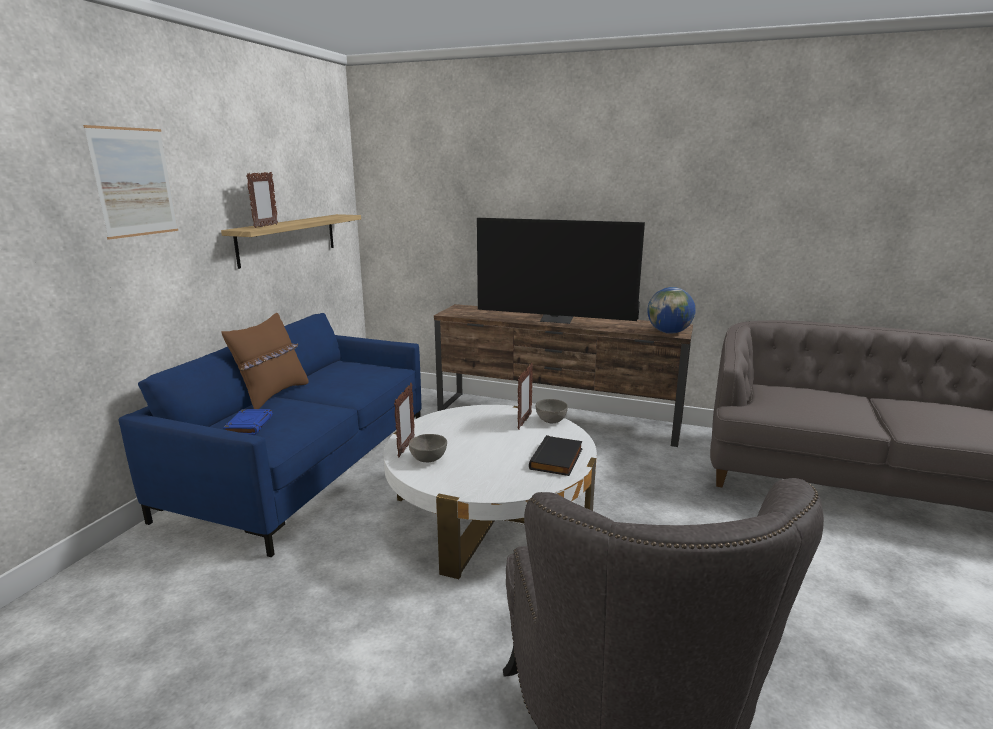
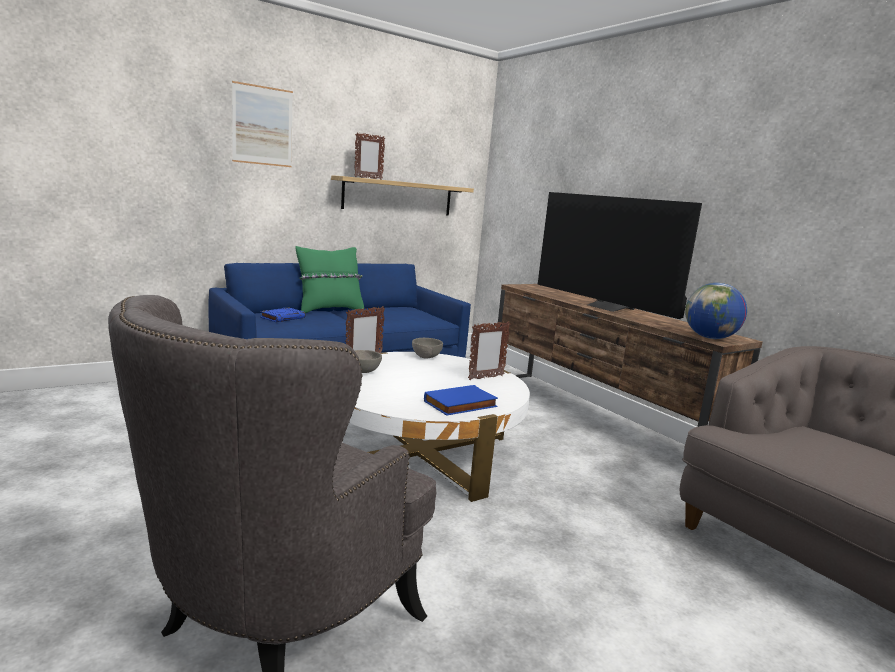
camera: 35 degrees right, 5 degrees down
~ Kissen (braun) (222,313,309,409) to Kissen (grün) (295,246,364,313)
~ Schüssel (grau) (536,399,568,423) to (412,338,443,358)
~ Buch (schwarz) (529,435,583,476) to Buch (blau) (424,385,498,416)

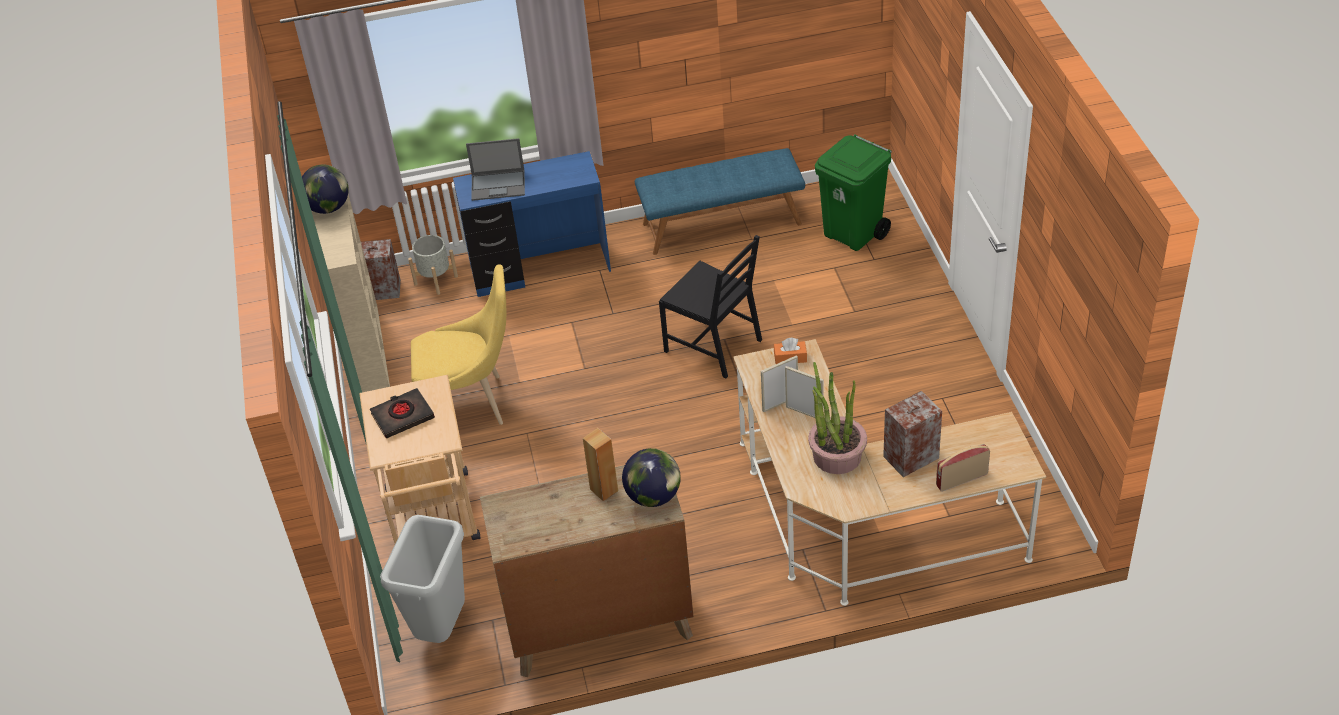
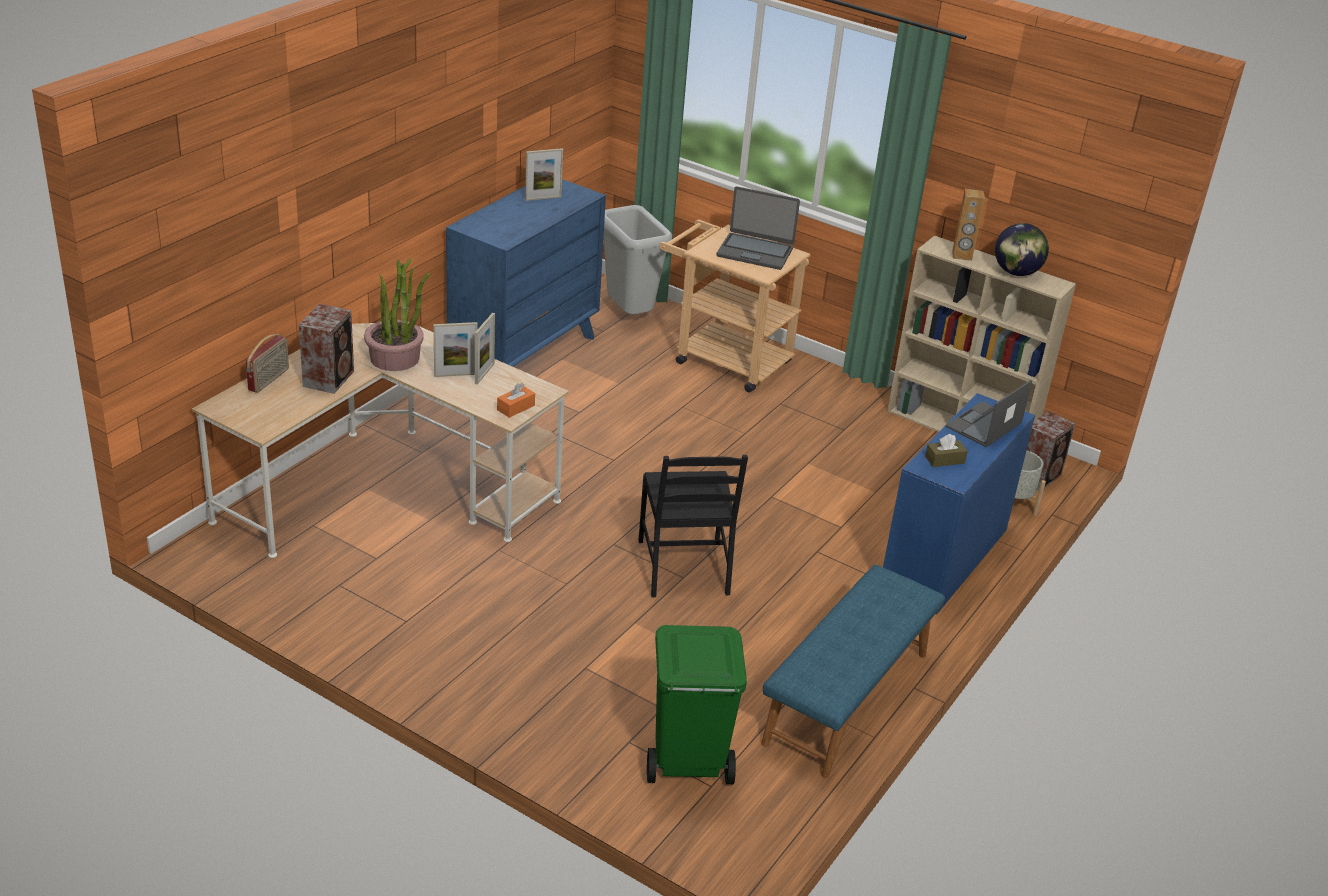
camera: 130 degrees right, 10 degrees down
~ Stuhl (schwarz) (659,235,762,378) = (638,455,748,597) 90 degrees counterclockwise
- Stuhl (gelb) (411,264,506,425)
~ Buch (schwarz) (370,388,435,438) to Laptop (716,187,800,270)
~ Lautsprecher (braun) (583,428,618,501) to (952,189,985,261)
- Globus (622,448,681,507)
~ Kommode (braun) (480,465,694,677) to Kommode (blau) (446,179,606,367)
+ Bilderrahmen (525,148,563,201)
+ Taschentuchbox (braun) (925,434,968,467)

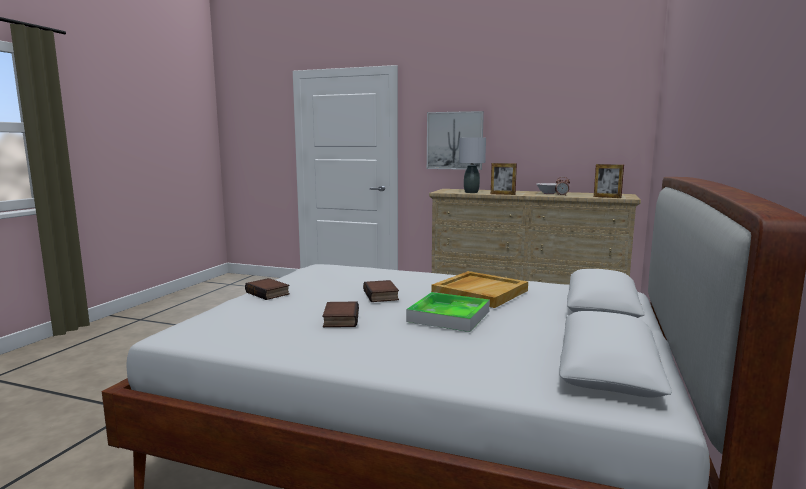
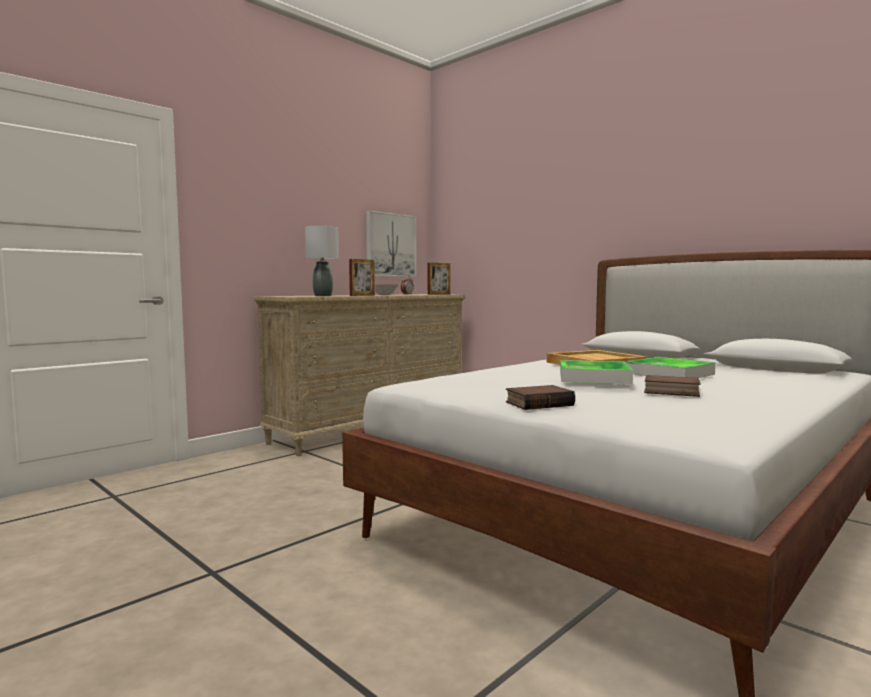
camera: 65 degrees left, 5 degrees down
~ Bild (427,111,484,170) to (366,210,416,277)
~ Buch (363,280,399,302) to Tablett (560,360,633,384)

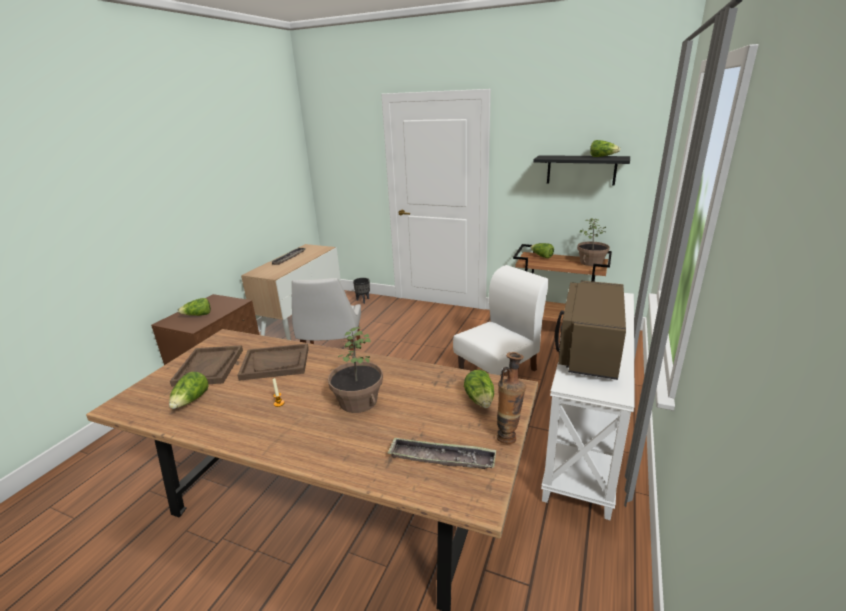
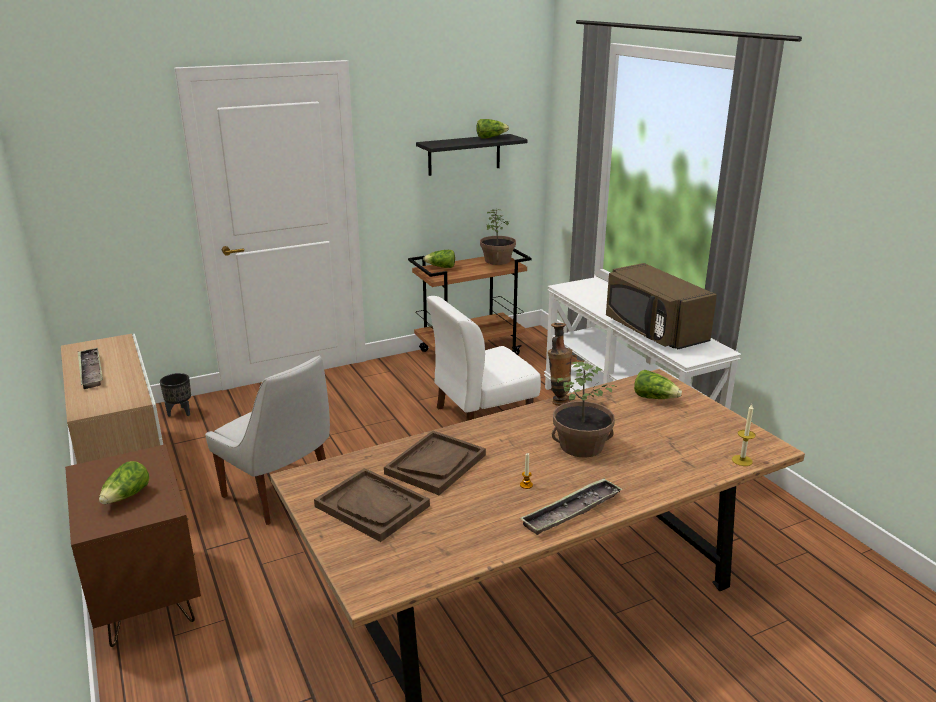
camera: 50 degrees left, 0 degrees up
~ Stuhl (weiß) (453,265,549,375) = (427,296,541,421) 120 degrees counterclockwise
~ Vase (497,352,526,444) to (548,323,572,406)
- Salatkopf (169,372,209,409)
~ Tablett (387,437,496,469) to (520,478,623,535)
+ Kerze (732,404,756,466)

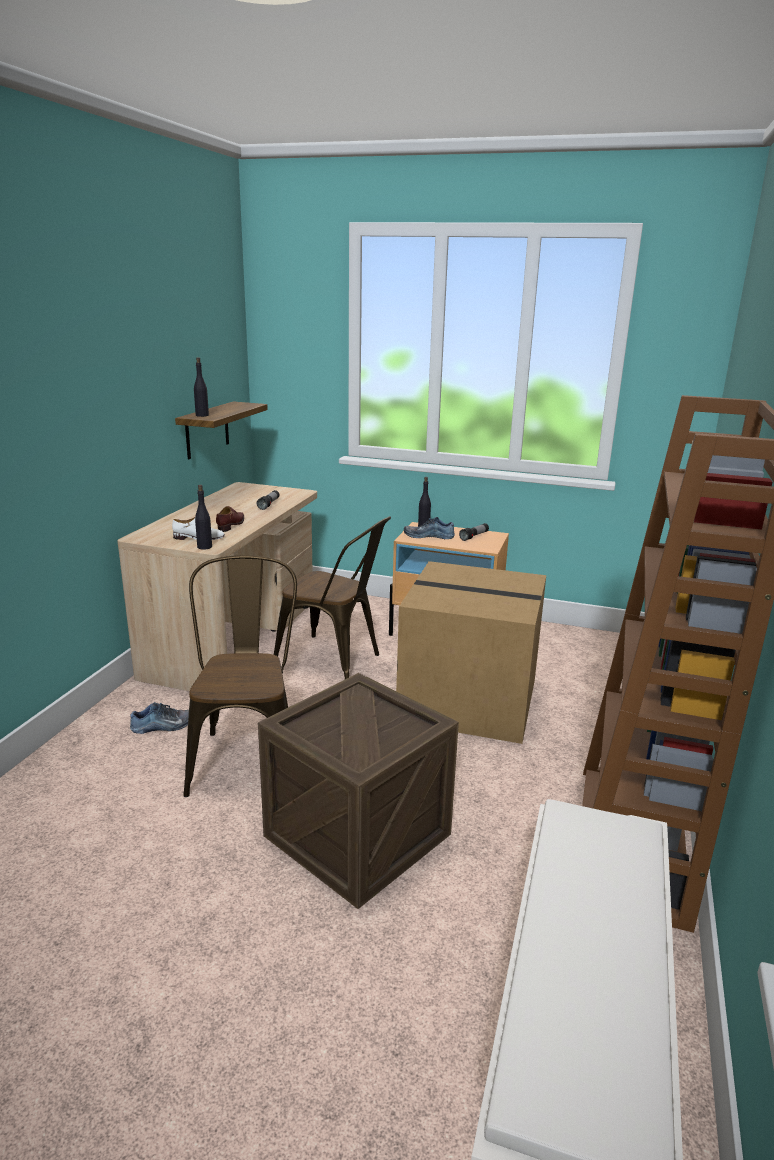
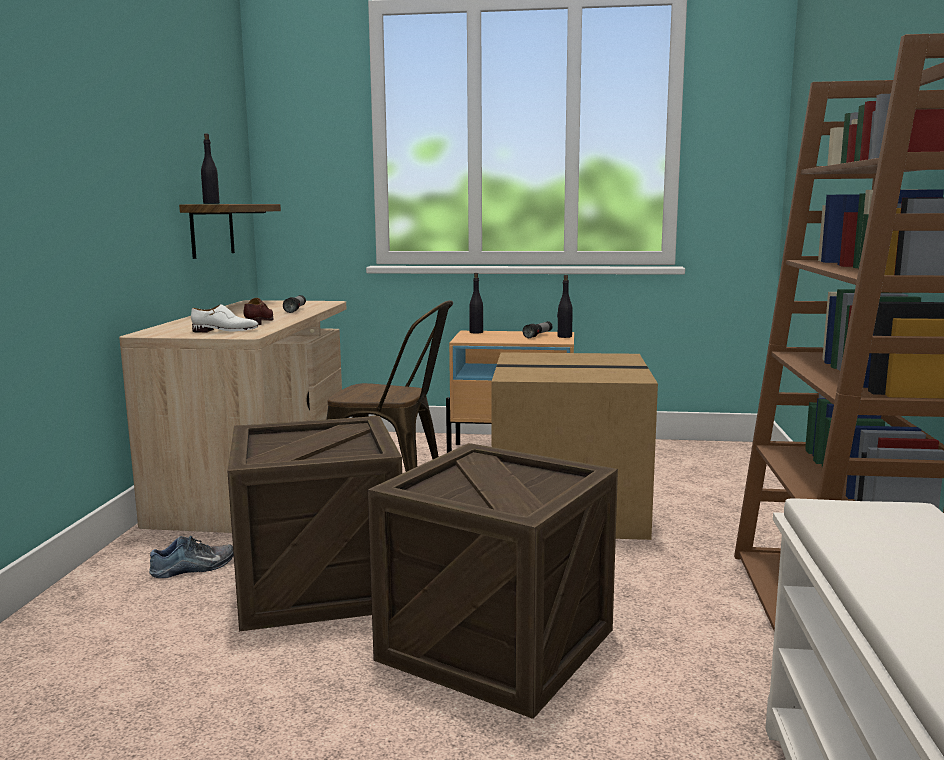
camera: 10 degrees left, 10 degrees down
~ Flasche (schwarz) (195,485,212,550) to (557,275,573,338)
- Schuh (404,517,455,539)
~ Stuhl (braun) (184,555,297,797) to Kiste (228,416,402,631)

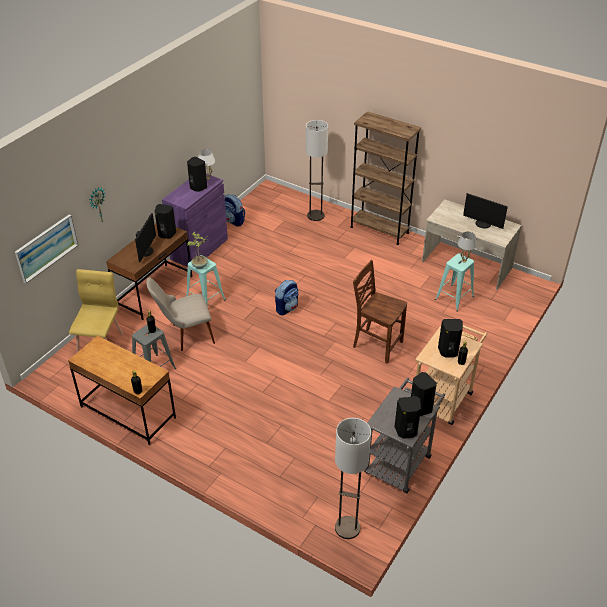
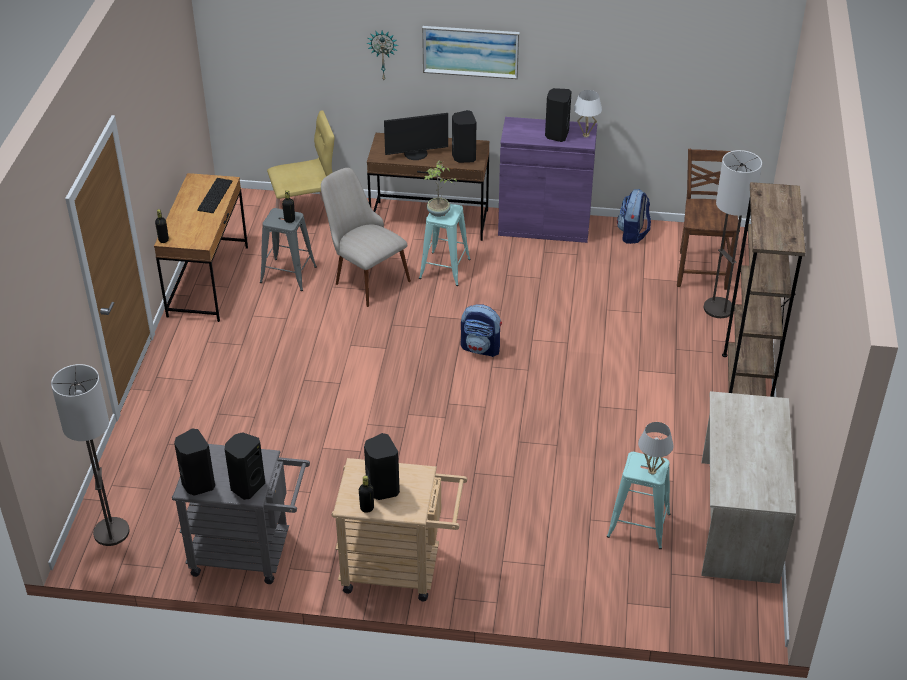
camera: 65 degrees right, 0 degrees up
- Monitor (463,193,508,229)
~ Bild (15,215,78,283) to (422,26,520,79)
~ Stuhl (braun) (353,260,407,364) to (677,149,740,290)
+ Tastatur (197,178,233,213)

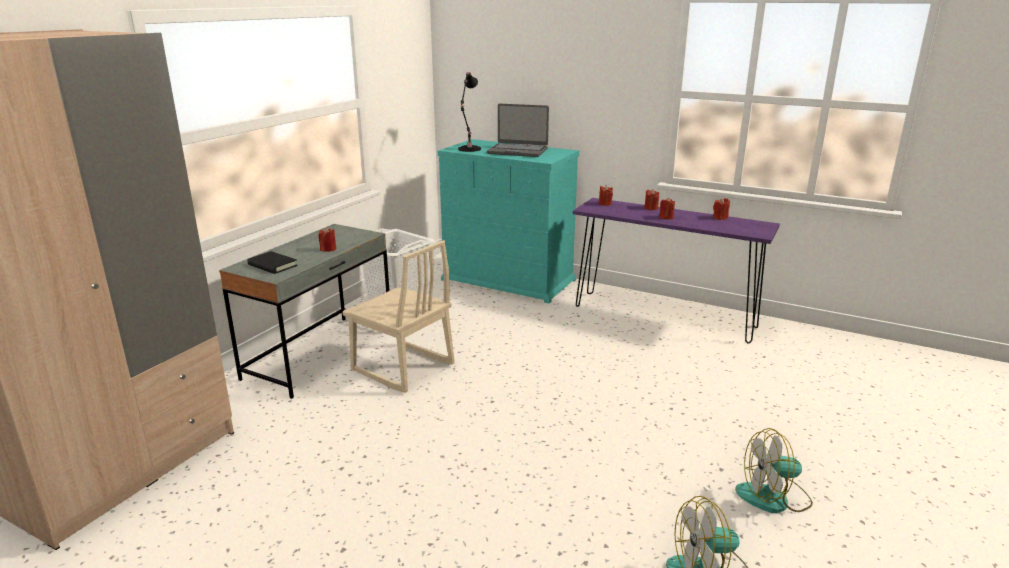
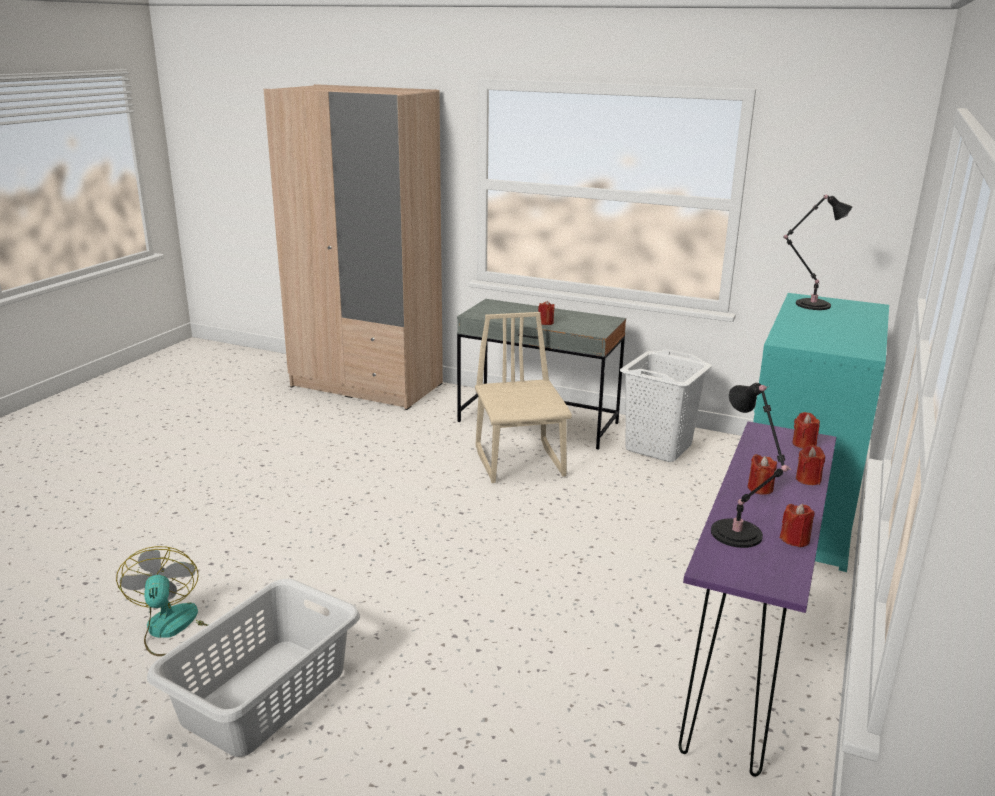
camera: 85 degrees right, 0 degrees up
- Laptop (487,104,549,157)
~ Stuhl (beige) (342,240,455,393) = (475,312,572,483) 135 degrees clockwise
- Buch (schwarz) (247,251,298,274)
~ Ventilator (735,428,813,514) to Wäschekorb (grau) (147,579,360,757)
+ Tischlampe (schwarz) (711,383,792,548)

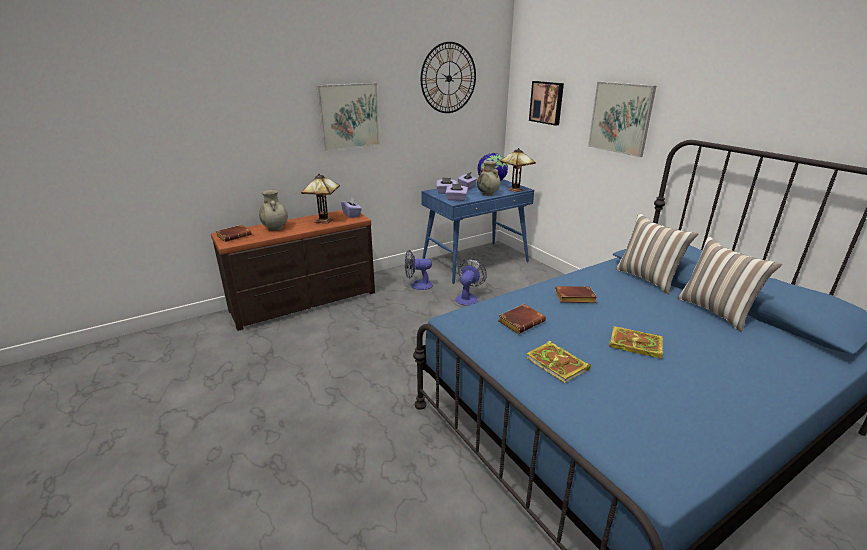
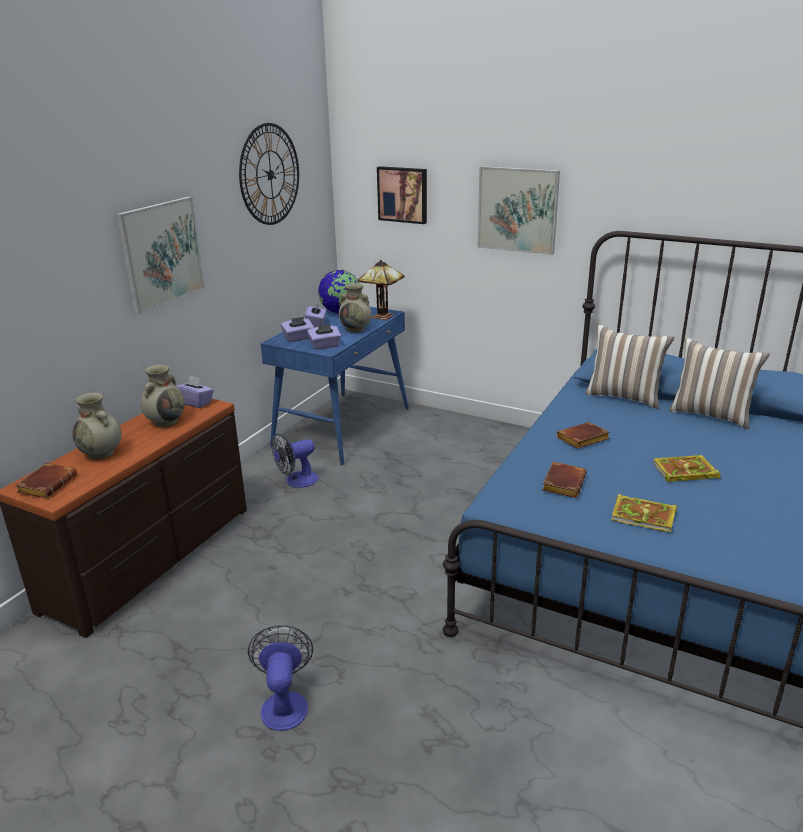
camera: 30 degrees left, 0 degrees up
~ Tischlampe (301,173,340,224) to Vase (beige) (141,365,185,427)
~ Ventilator (456,259,487,306) to (248,625,313,731)

